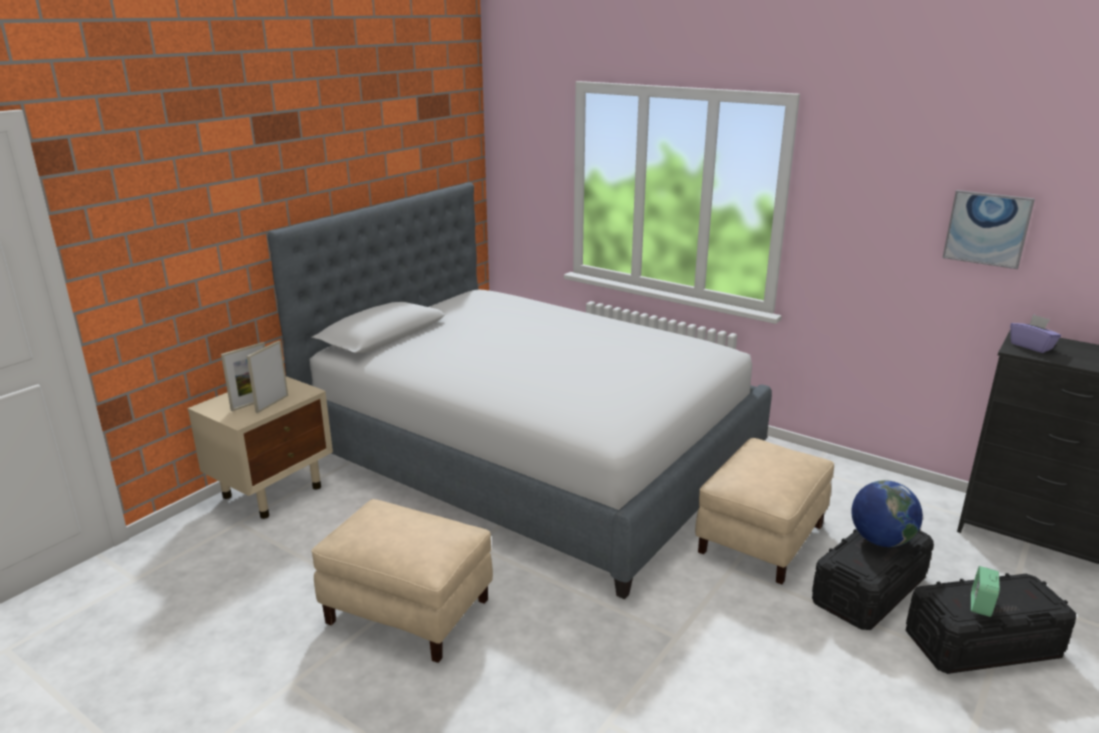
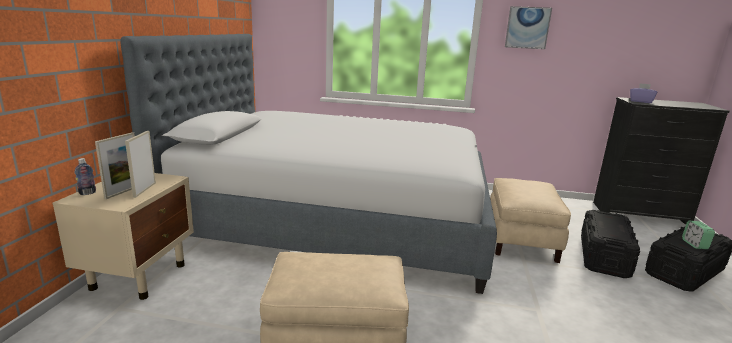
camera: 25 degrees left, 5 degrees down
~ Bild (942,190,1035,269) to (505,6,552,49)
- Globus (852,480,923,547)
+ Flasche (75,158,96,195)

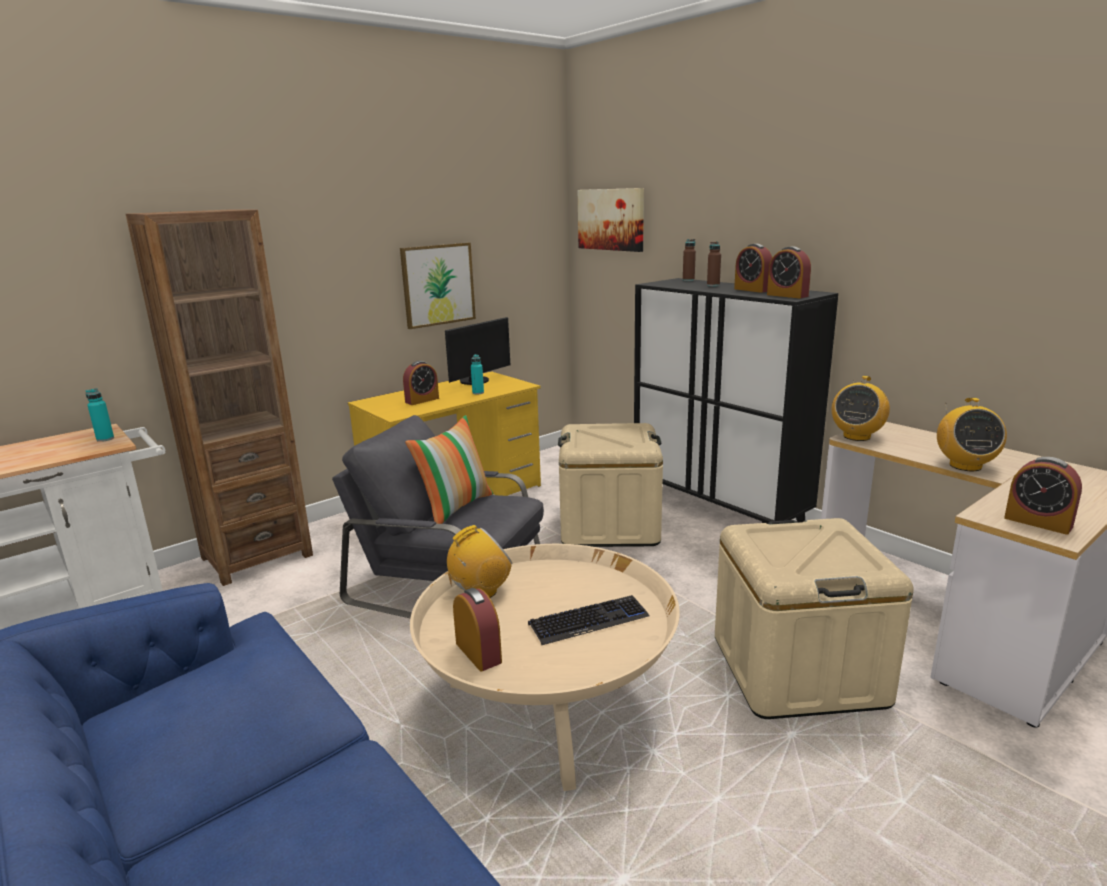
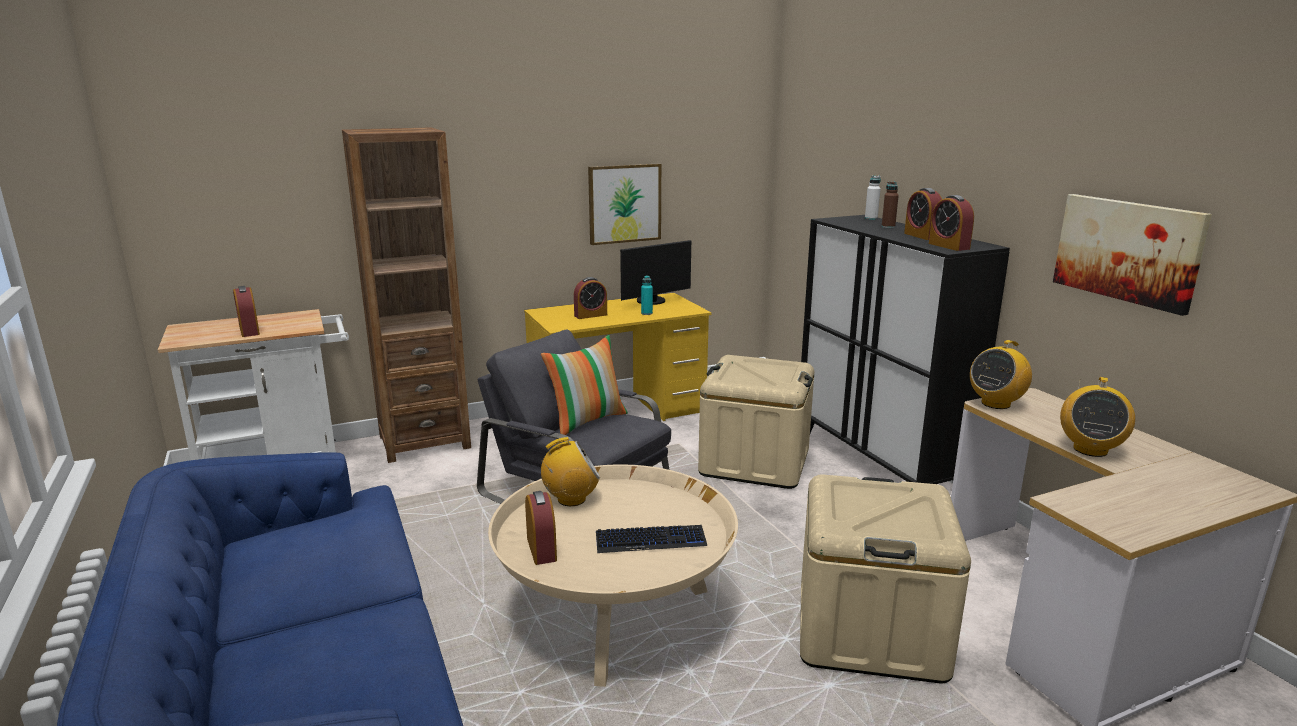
camera: 15 degrees right, 0 degrees up
~ Bild (578,188,644,252) to (1053,194,1212,316)
~ Flasche (braun) (683,239,696,281) to Flasche (weiß) (865,176,881,220)
- Flasche (türkis) (86,388,114,442)
~ Wecker (1004,457,1082,535) to (233,286,260,337)

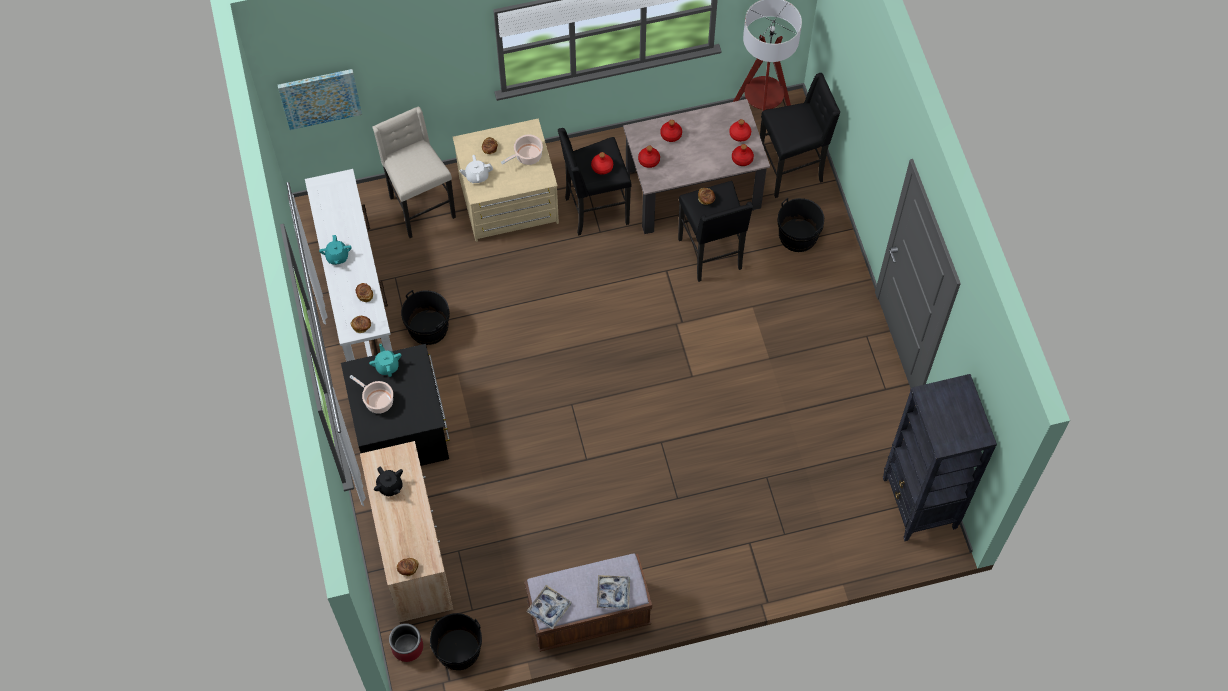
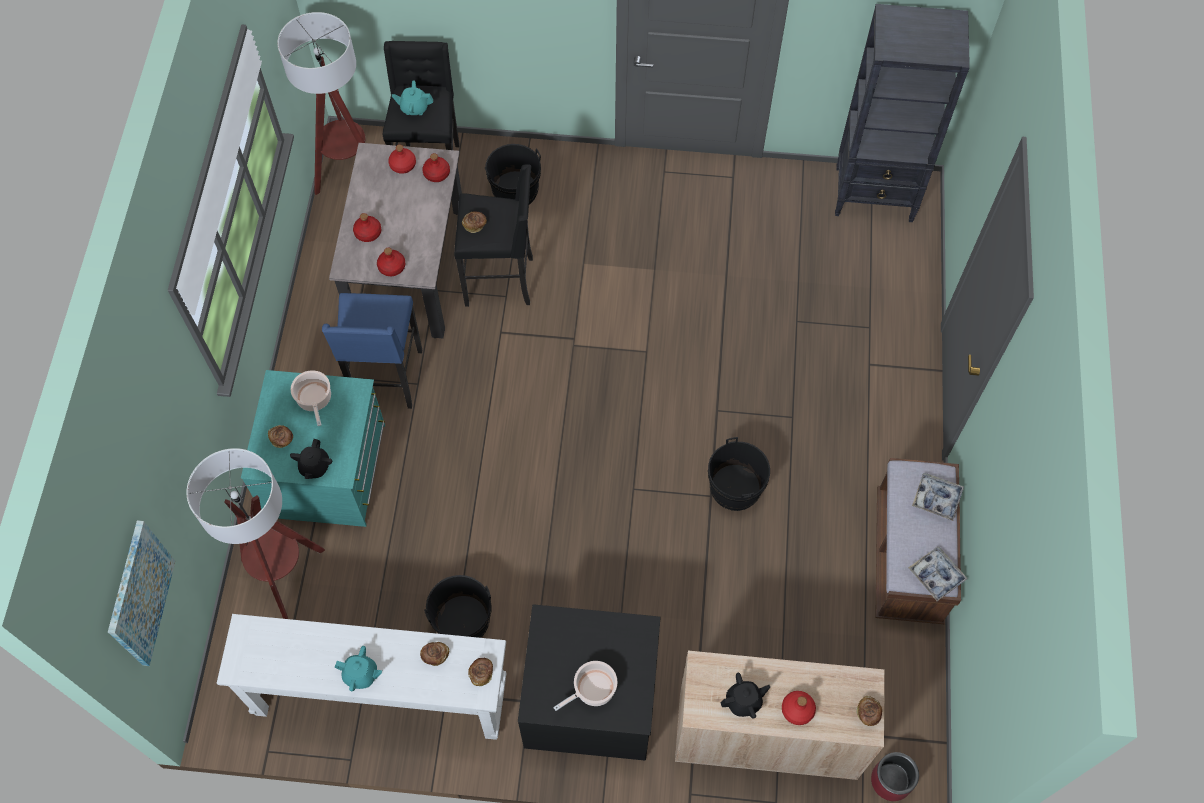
camera: 70 degrees left, 0 degrees up
~ Hocker (beige) (372,106,456,238) to Stehlampe (186,448,325,619)
~ Kommode (beige) (453,119,559,242) to Kommode (türkis) (241,370,385,527)
~ Hocker (schwarz) (558,128,631,236) to Hocker (blau) (322,293,422,409)
~ Flasche (rot) (591,152,613,174) to (782,691,816,725)
~ Teekanne (weiß) (459,155,493,183) to Teekanne (schwarz) (290,439,332,479)
~ Teekanne (türkis) (369,344,401,377) to (392,80,433,115)
~ Eimer (schwarz) (430,613,482,670) to (708,437,770,511)

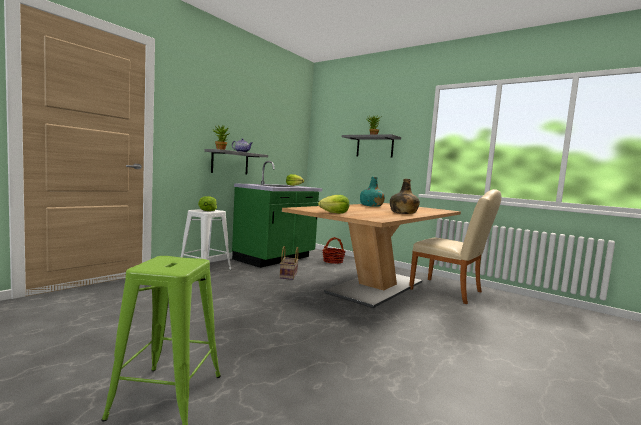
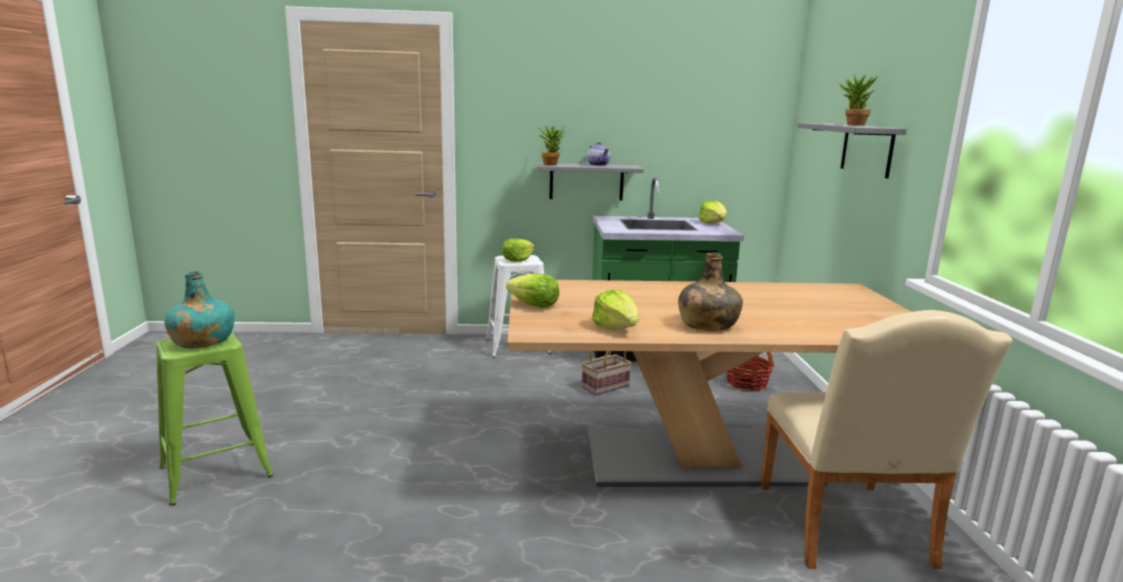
camera: 50 degrees right, 10 degrees up
~ Flasche (türkis) (360,177,385,207) to (165,271,234,349)
+ Salatkopf (592,290,638,329)

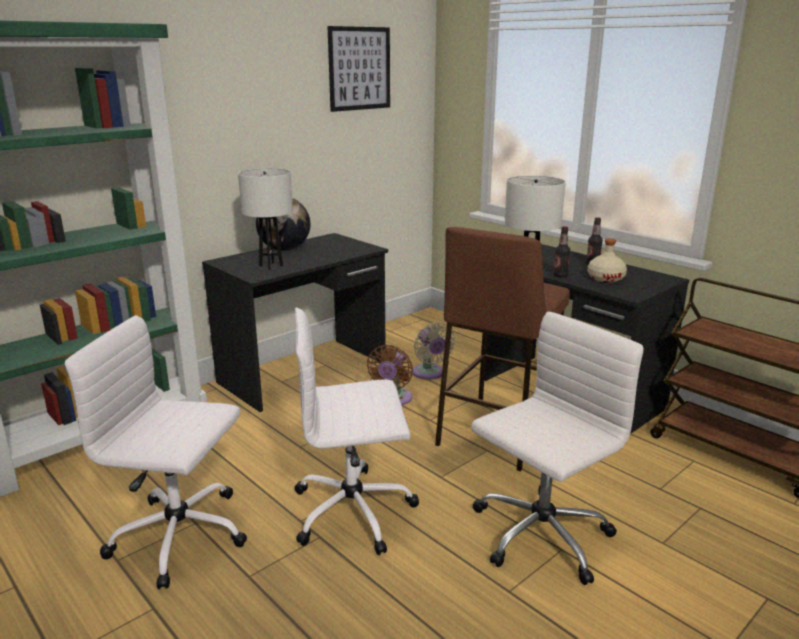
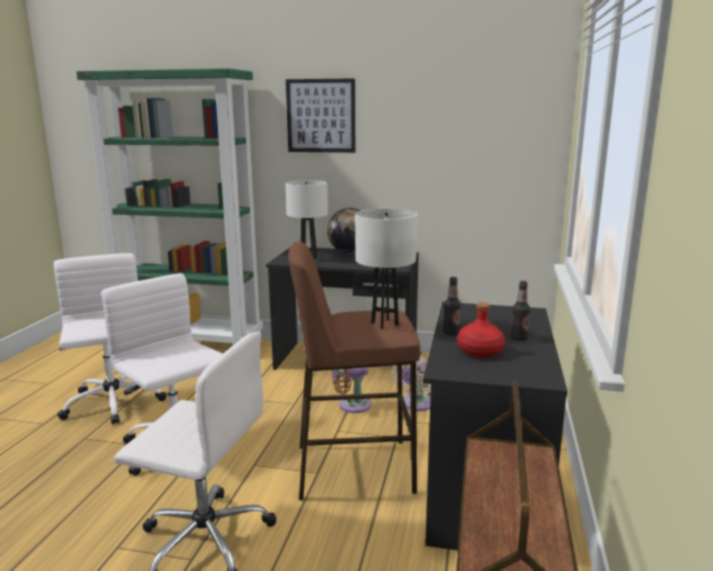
camera: 55 degrees right, 5 degrees down
~ Bild (327,26,390,112) to (286,78,355,153)
~ Flasche (beige) (588,238,627,283) to Flasche (rot) (457,302,505,358)

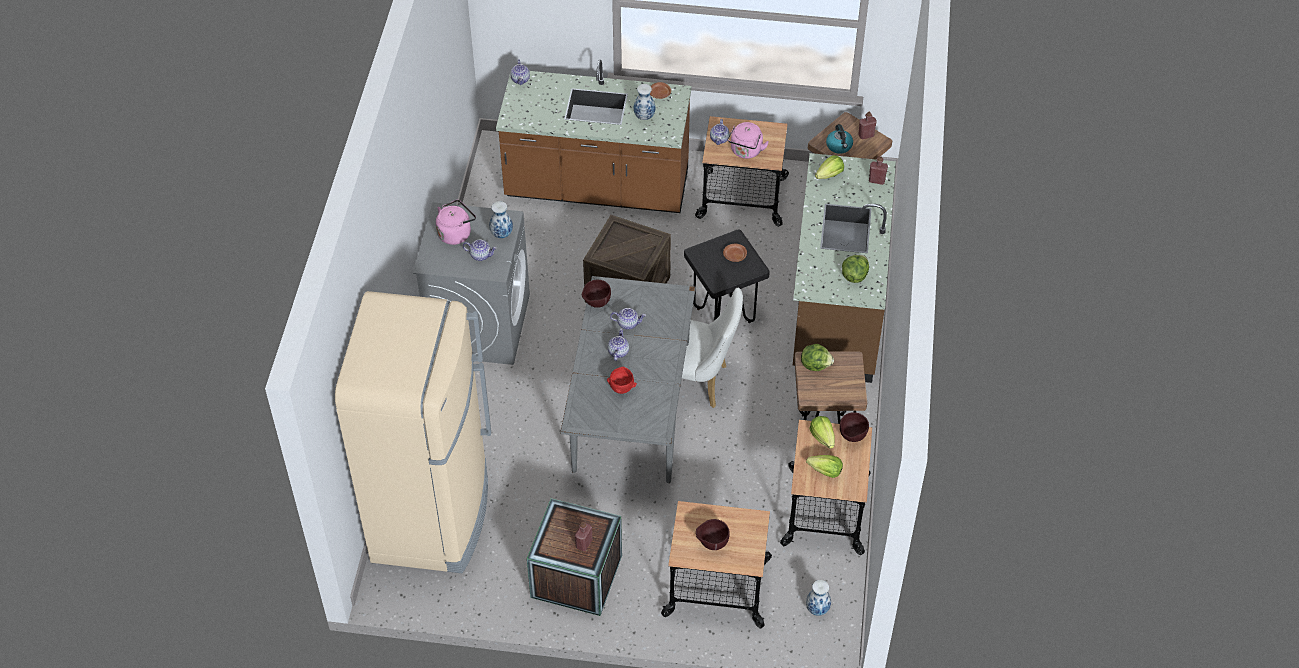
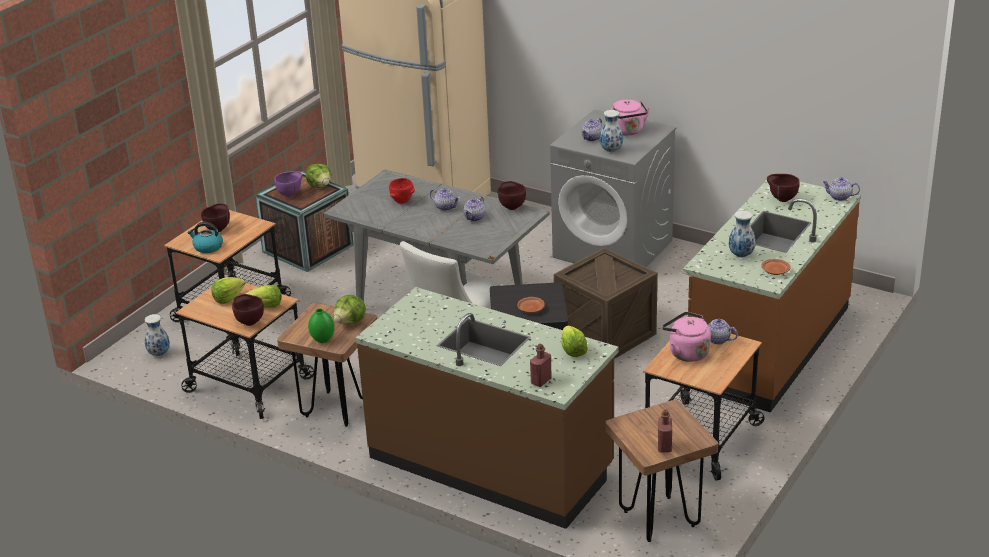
camera: 115 degrees right, 20 degrees down
~ Wasserkessel (826,124,853,154) to (188,222,223,253)
~ Salatkopf (842,255,869,283) to (306,164,332,188)
~ Flasche (rot) (575,522,592,551) to Schüssel (lila) (274,171,302,197)
+ Schüssel (braun) (767,174,800,202)
+ Vase (grün) (308,308,335,343)

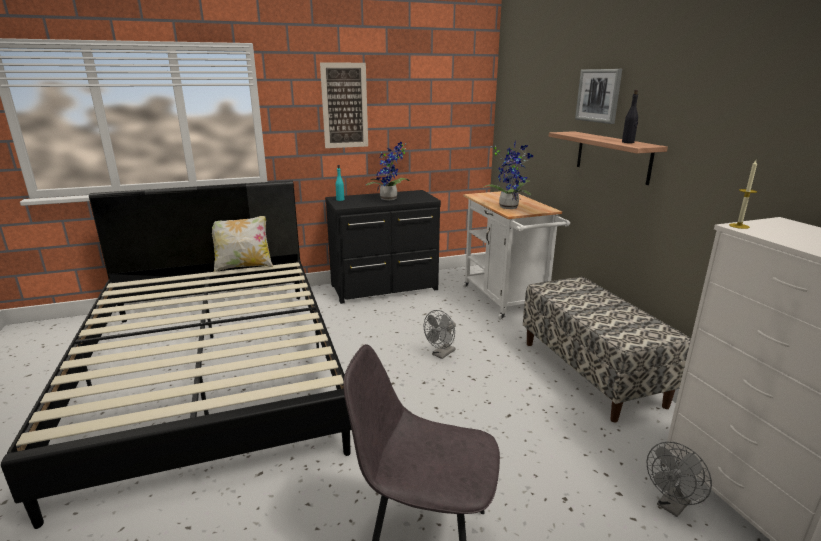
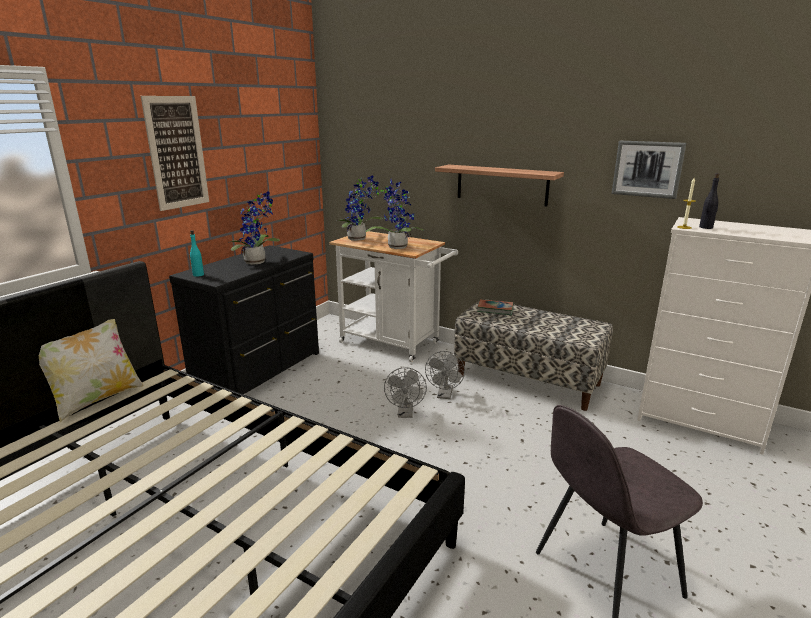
camera: 40 degrees left, 0 degrees up
~ Bild (575,69,622,124) to (612,141,686,199)
~ Flasche (schwarz) (622,89,638,143) to (699,173,719,229)
~ Ventilator (grau) (647,442,712,517) to (425,351,465,399)
+ Topfpflanze (337,175,383,241)
+ Buch (477,299,514,315)

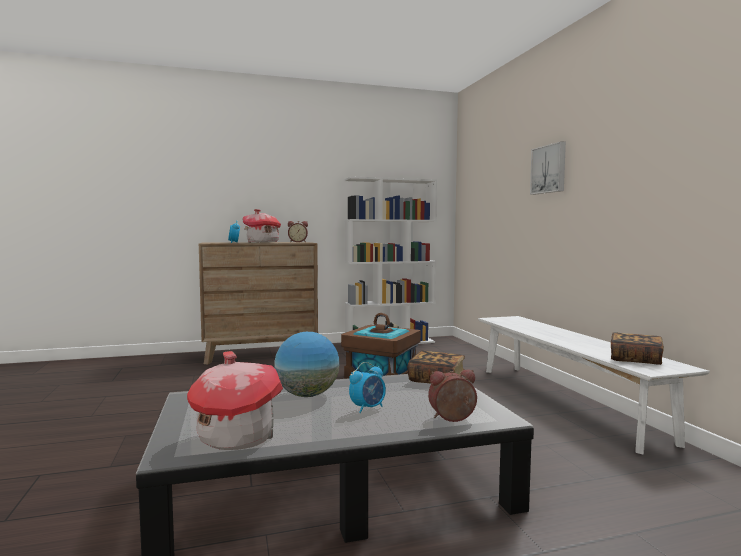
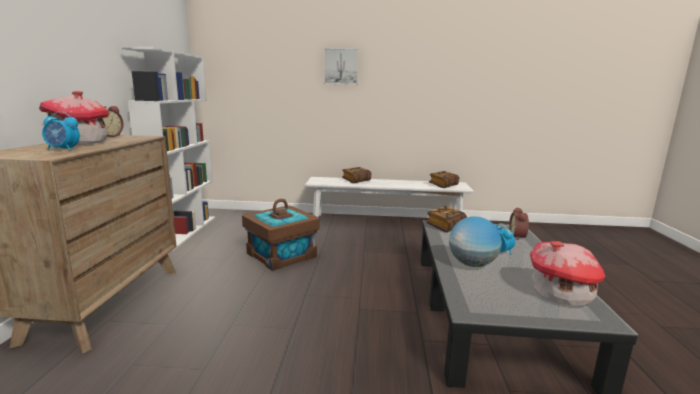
camera: 70 degrees left, 10 degrees up
+ Buch (342,167,371,183)

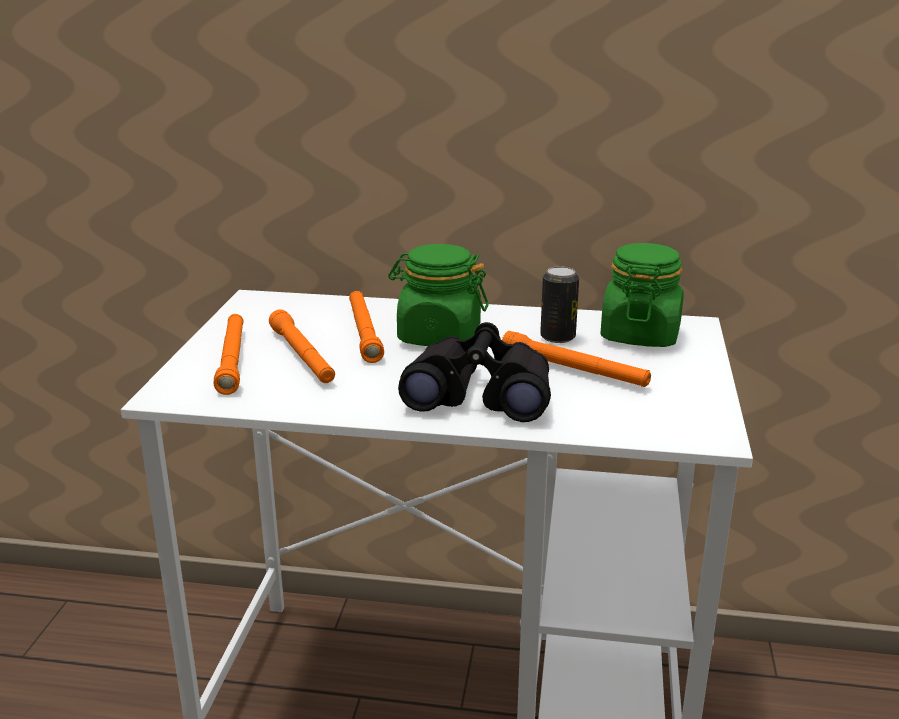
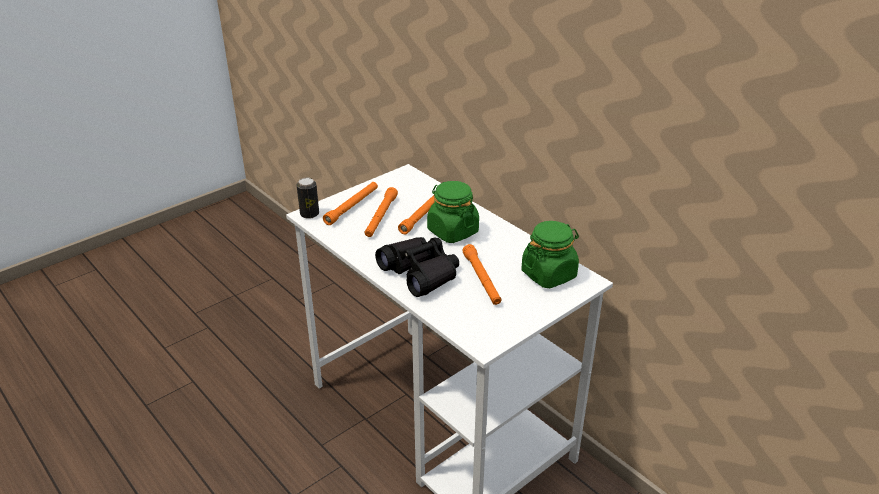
camera: 40 degrees right, 10 degrees up
~ Dose (540,266,579,343) to (296,178,319,219)

